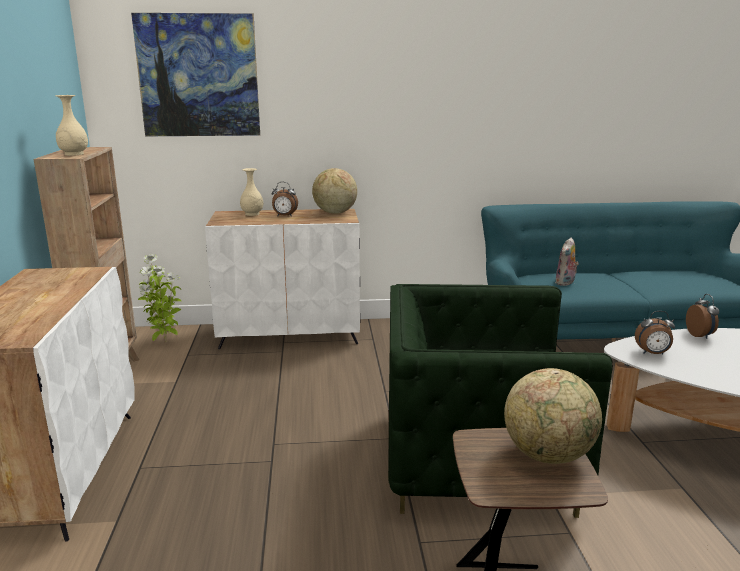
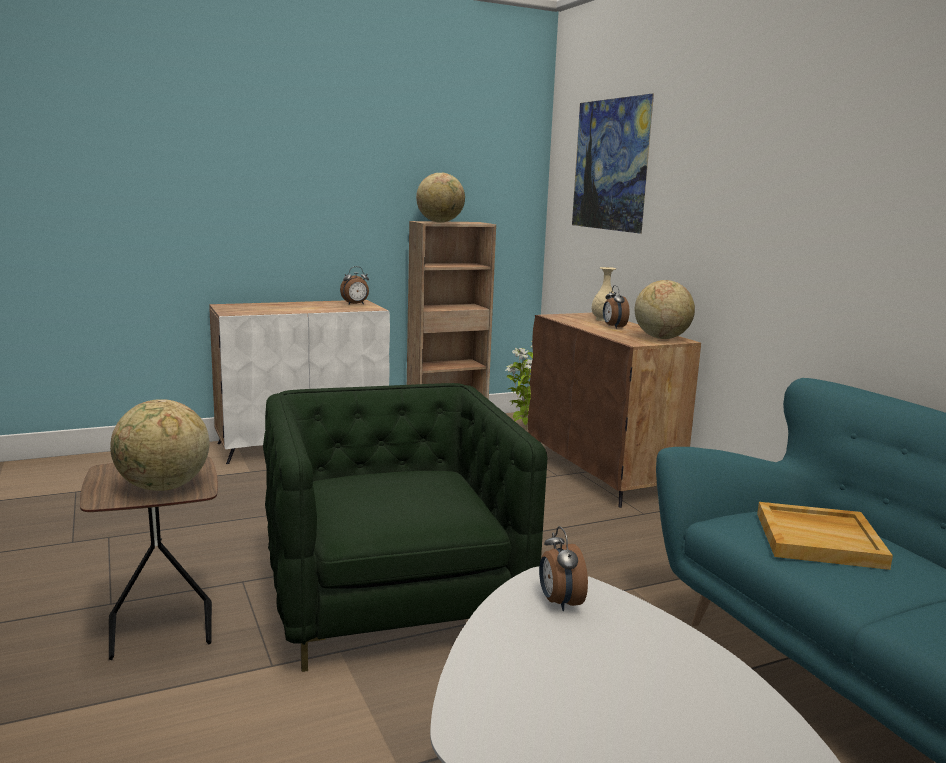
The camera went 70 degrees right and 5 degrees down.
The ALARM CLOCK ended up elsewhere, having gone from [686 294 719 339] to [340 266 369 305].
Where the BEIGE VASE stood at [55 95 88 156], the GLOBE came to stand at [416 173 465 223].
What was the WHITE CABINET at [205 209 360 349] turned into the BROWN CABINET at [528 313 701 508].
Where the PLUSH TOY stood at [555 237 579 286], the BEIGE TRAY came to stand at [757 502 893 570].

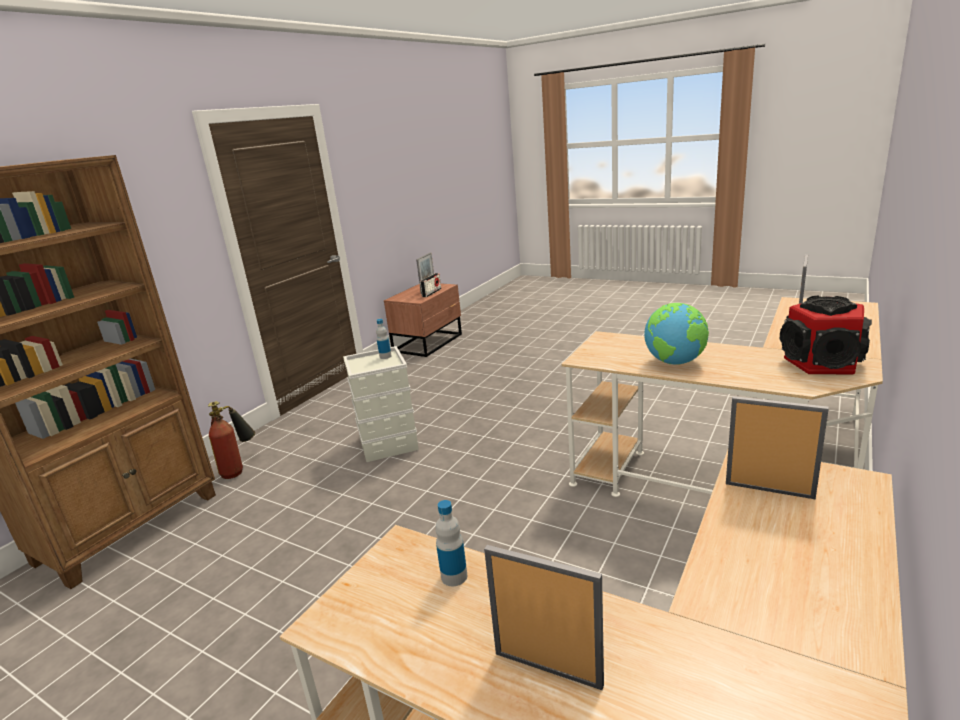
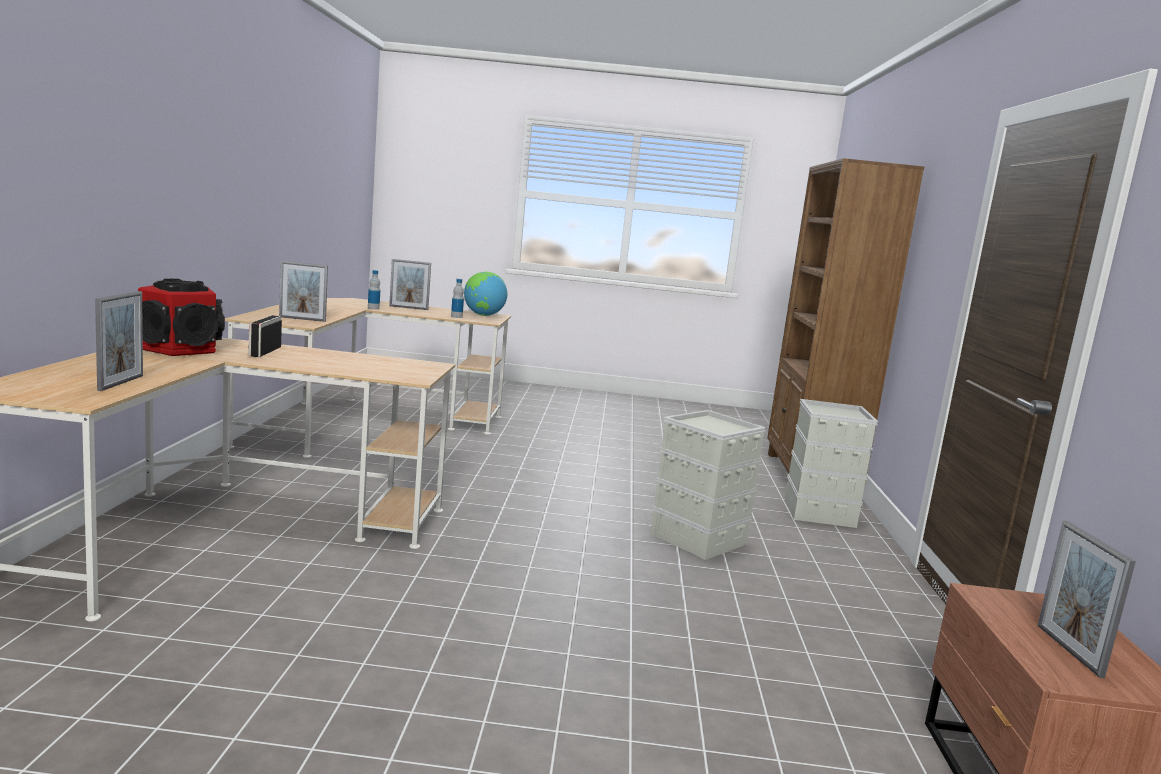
The camera went 150 degrees right and 10 degrees down.
The RADIO ended up elsewhere, having gone from [420 273 441 297] to [248 315 282 357].
The BOTTLE ended up elsewhere, having gone from [376 319 391 359] to [368 270 380 310].
The GLOBE ended up elsewhere, having gone from [644 303 709 365] to [464 272 507 316].
Where the FIRE EXTINGUISHER stood at [208 401 255 479], the GREY STORAGE BOX came to stand at [785 399 878 528].

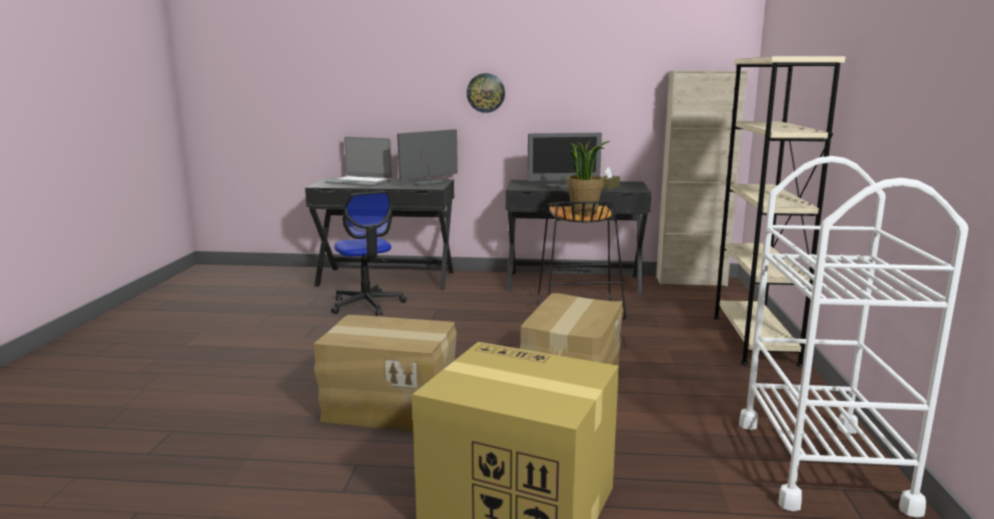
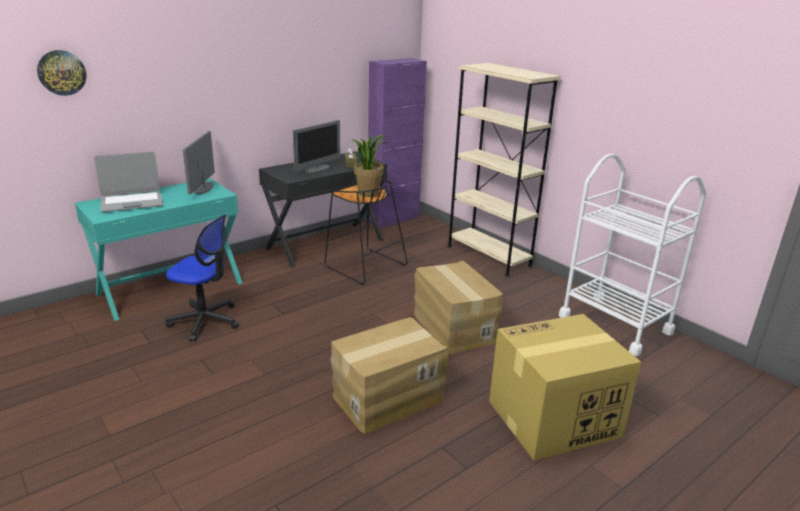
The camera went 45 degrees left and 10 degrees up.
The WALL CLOCK ended up elsewhere, having gone from [467 73 505 113] to [37 50 87 96].
What was the BLACK DESK at [305 178 454 290] turned into the TURQUOISE DESK at [75 178 242 321].
What was the BEIGE CABINET at [656 71 748 287] turned into the PURPLE CABINET at [368 58 427 228].

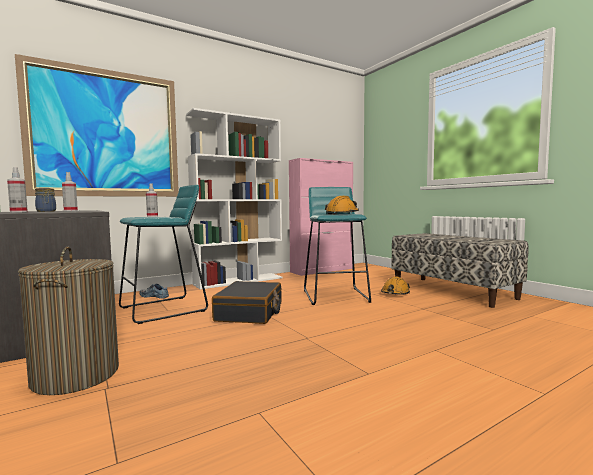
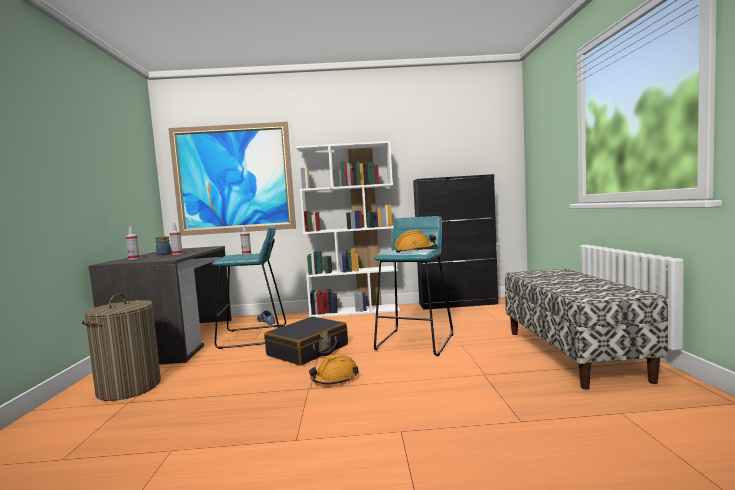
The camera went 30 degrees right and 0 degrees up.
The ORANGE HARD HAT ended up elsewhere, having gone from [381 276 410 295] to [309 354 359 384].
What was the PINK CABINET at [289 158 353 276] turned into the BLACK CABINET at [413 174 498 310].

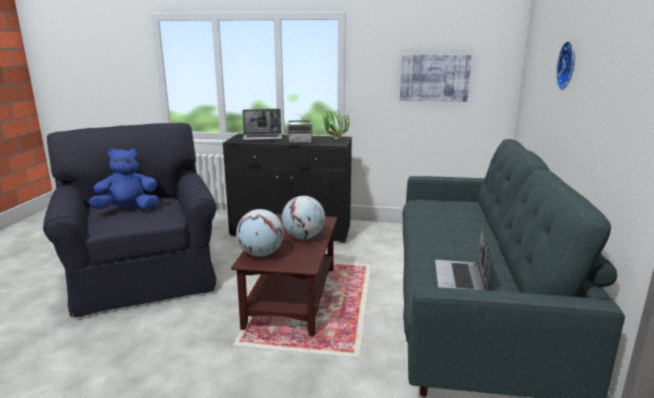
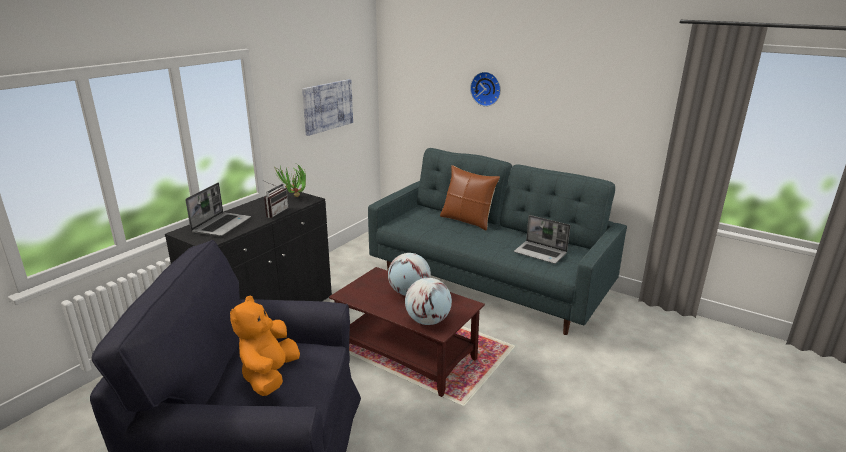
The camera went 65 degrees left and 5 degrees up.
What was the BLUE PLUSH TOY at [89 148 159 209] turned into the ORANGE PLUSH TOY at [230 295 300 396].
The second view gained the BROWN PILLOW at [440 165 500 231].

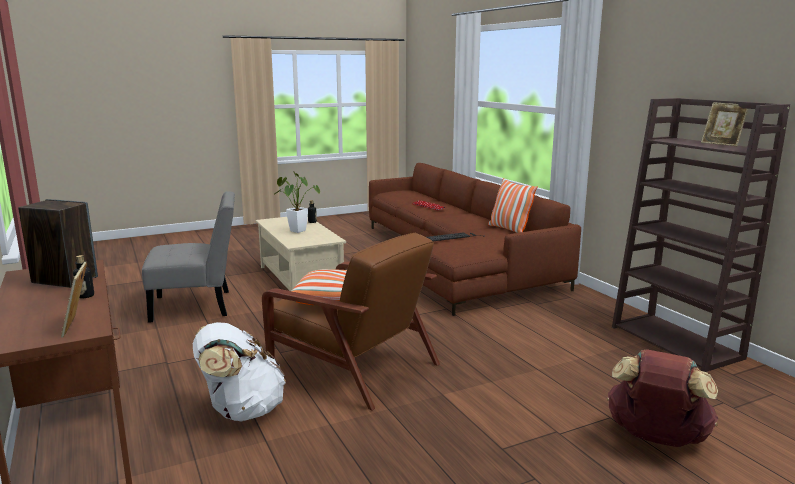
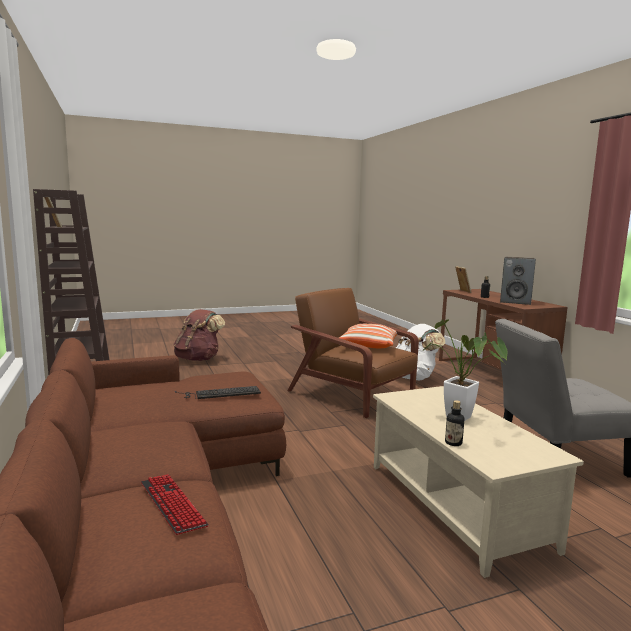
The camera went 175 degrees left and 5 degrees down.
The second view lost the PILLOW at [488 178 538 233].

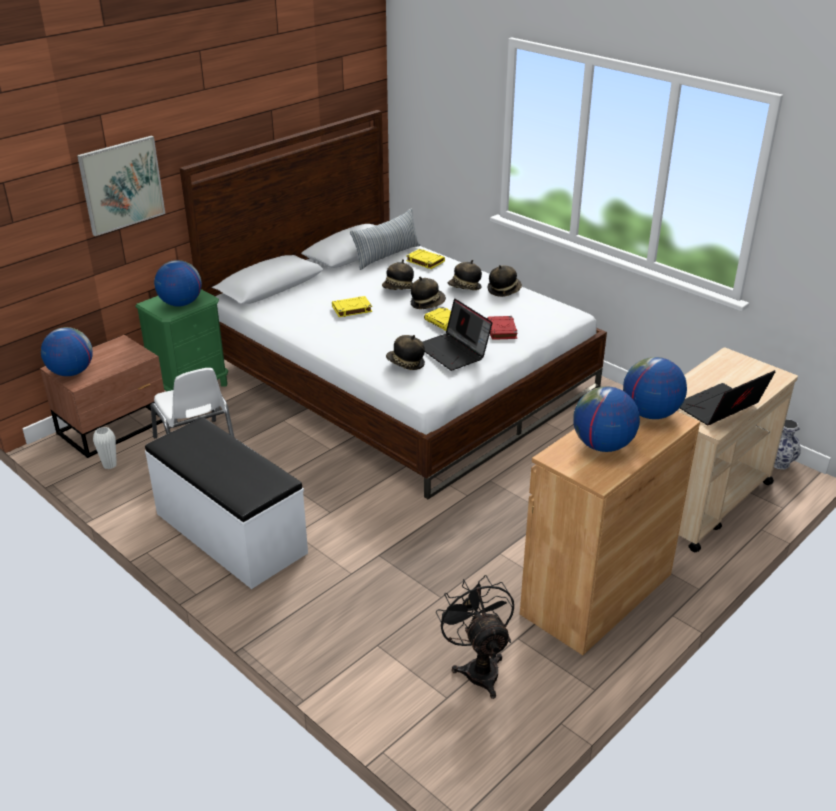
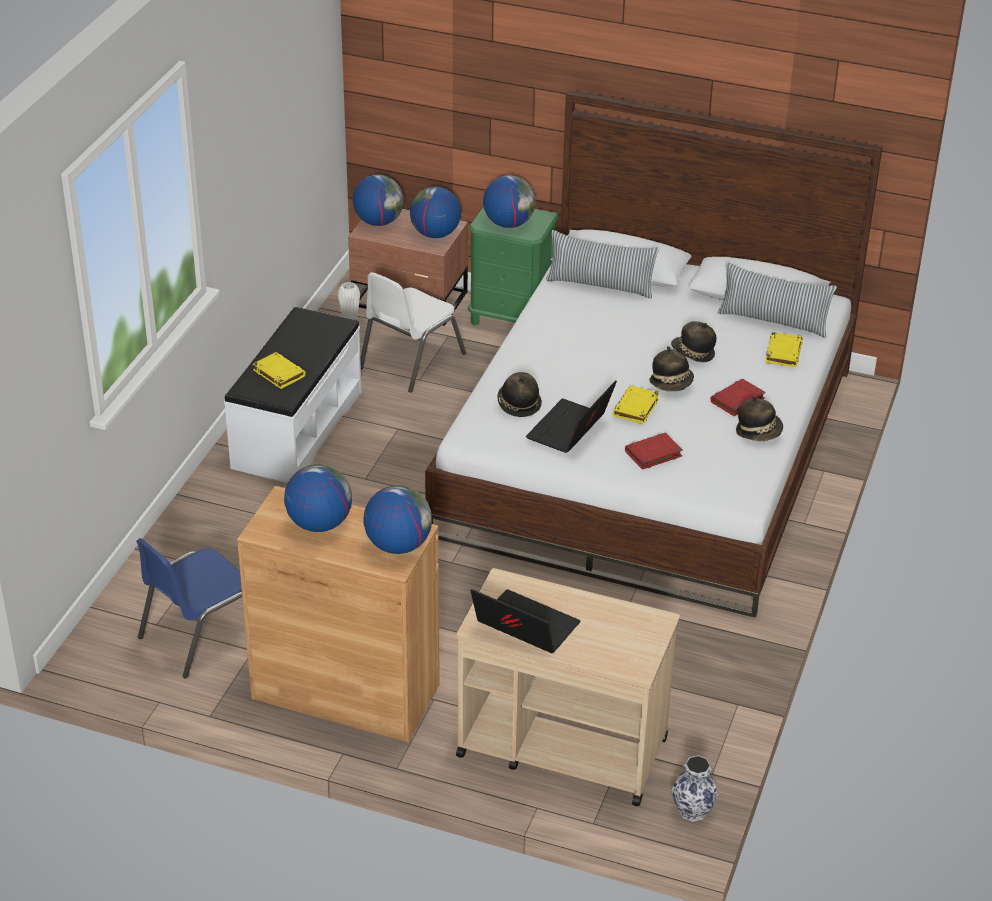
The camera went 65 degrees right and 5 degrees up.
Where the BLACK FAN stood at [436 575 514 699], the BLUE CHAIR came to stand at [136 538 242 678].
The YELLOW BOOK ended up elsewhere, having gone from [332 296 372 317] to [253 352 306 389].
The second view gained the GLOBE at [410 187 461 238].
The second view gained the PILLOW at [546 230 659 299].
Where the HAT stood at [448 260 482 290], the RED BOOK came to stand at [710 378 765 416].
The second view lost the PICTURE at [77 136 165 236].

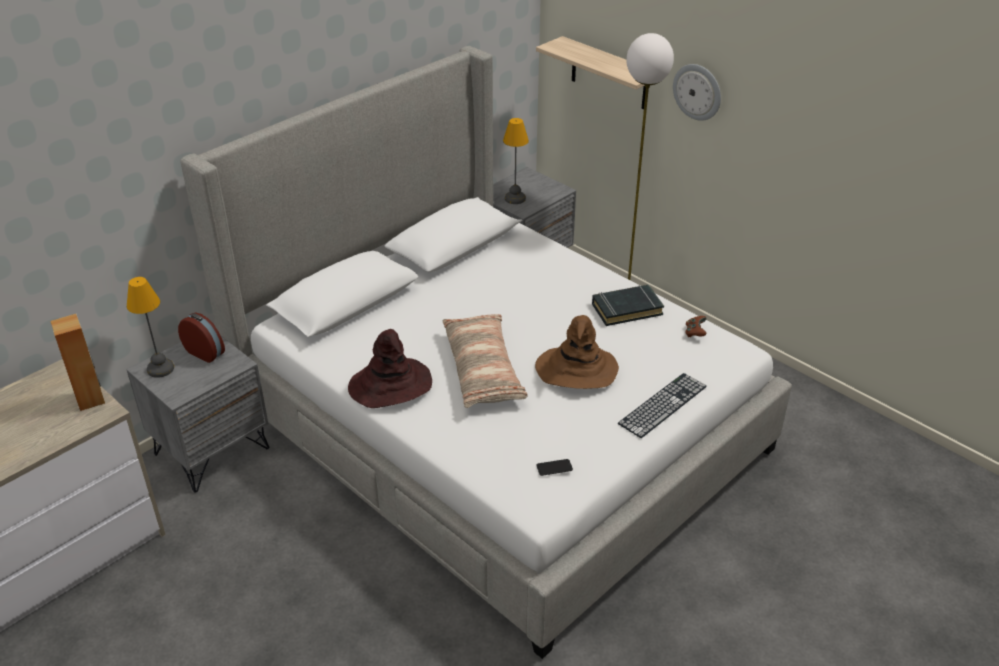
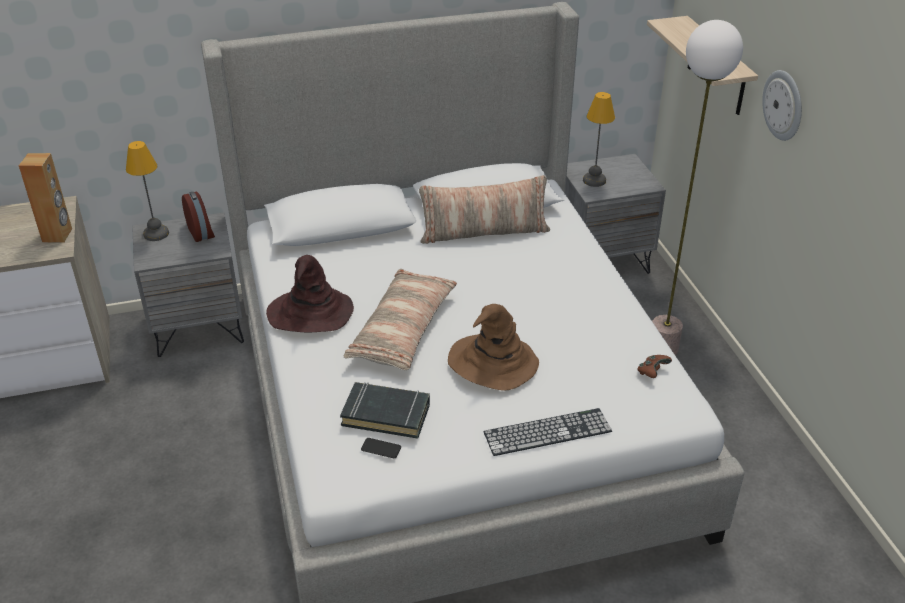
The camera went 30 degrees right and 0 degrees up.
The BLACK BOOK ended up elsewhere, having gone from [592 285 664 326] to [340 382 430 439].
The second view gained the PILLOW at [419 175 550 244].

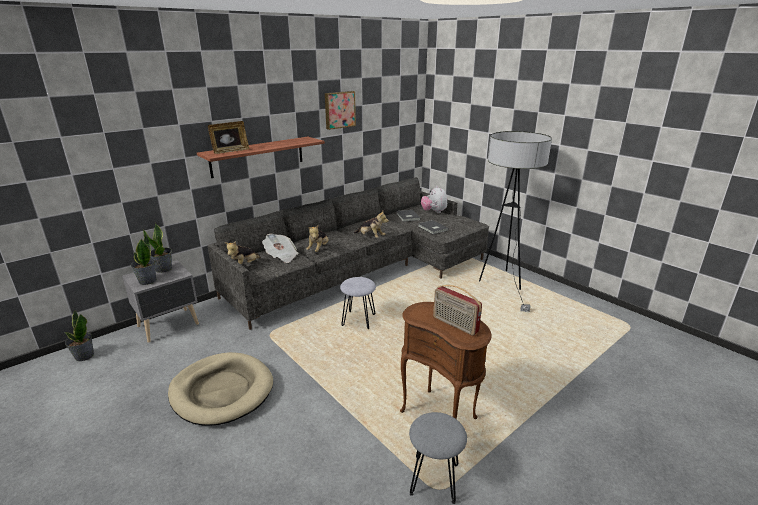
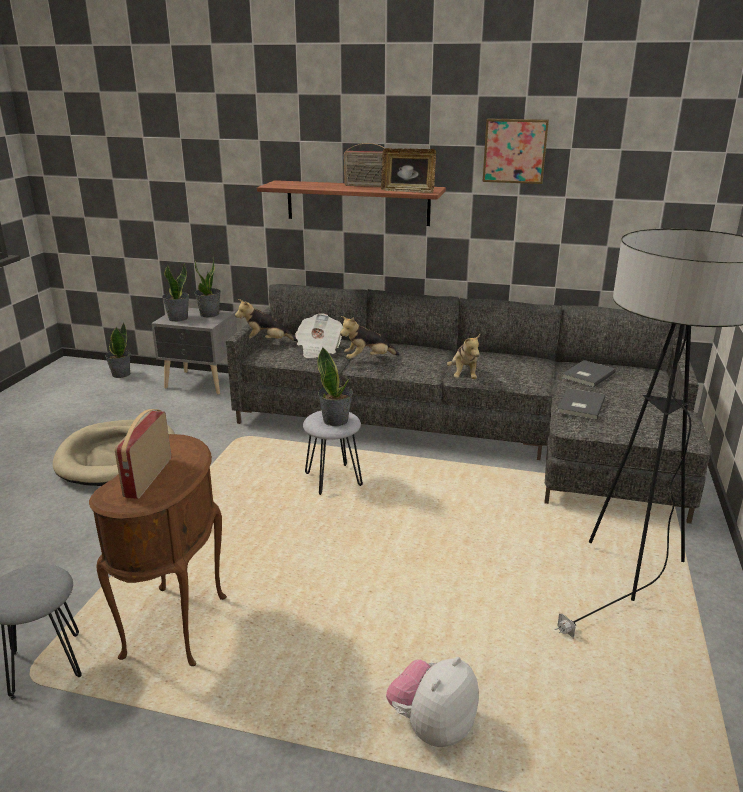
The camera went 55 degrees right and 0 degrees up.
The second view gained the POTTED PLANT at [317 347 353 426].
The second view gained the RADIO at [344 143 385 187].
The PICTURE FRAME ended up elsewhere, having gone from [208 121 249 154] to [381 148 436 193].
The PLUSH TOY ended up elsewhere, having gone from [421 186 447 213] to [386 657 479 747].

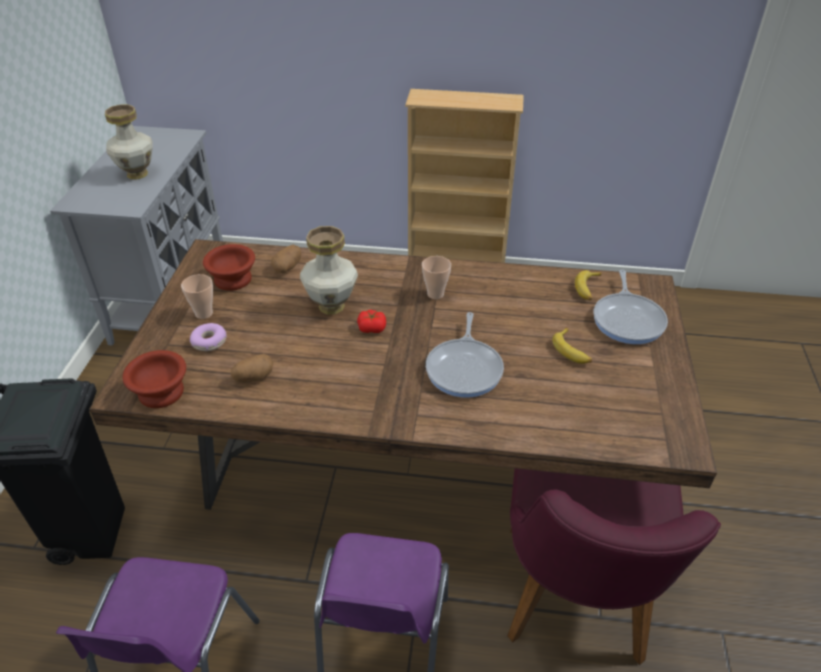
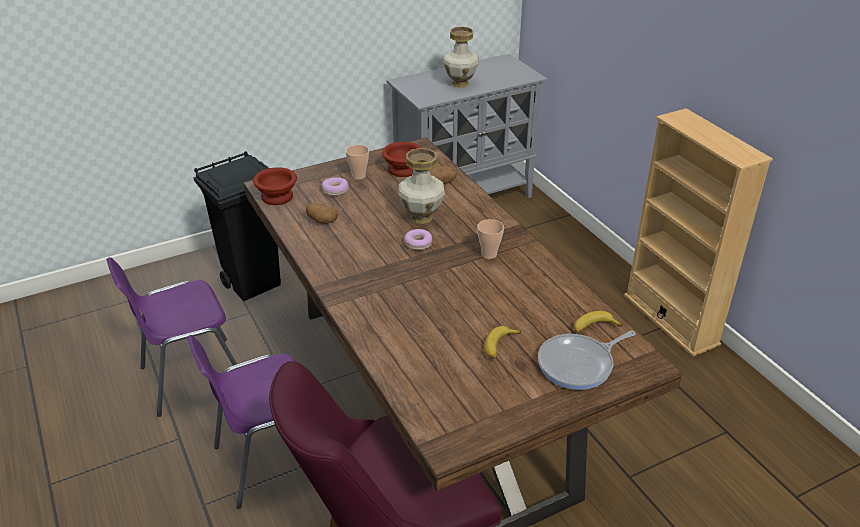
The camera went 55 degrees right and 5 degrees down.
Where the TOMATO stood at [357 310 386 333], the DONUT came to stand at [404 229 432 250].
The second view lost the FRYING PAN at [426 312 504 398].

